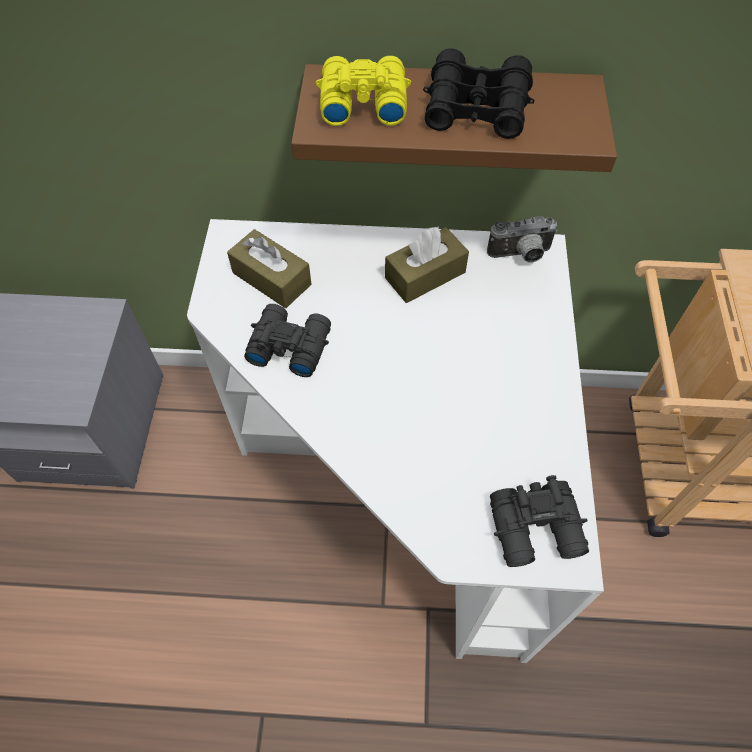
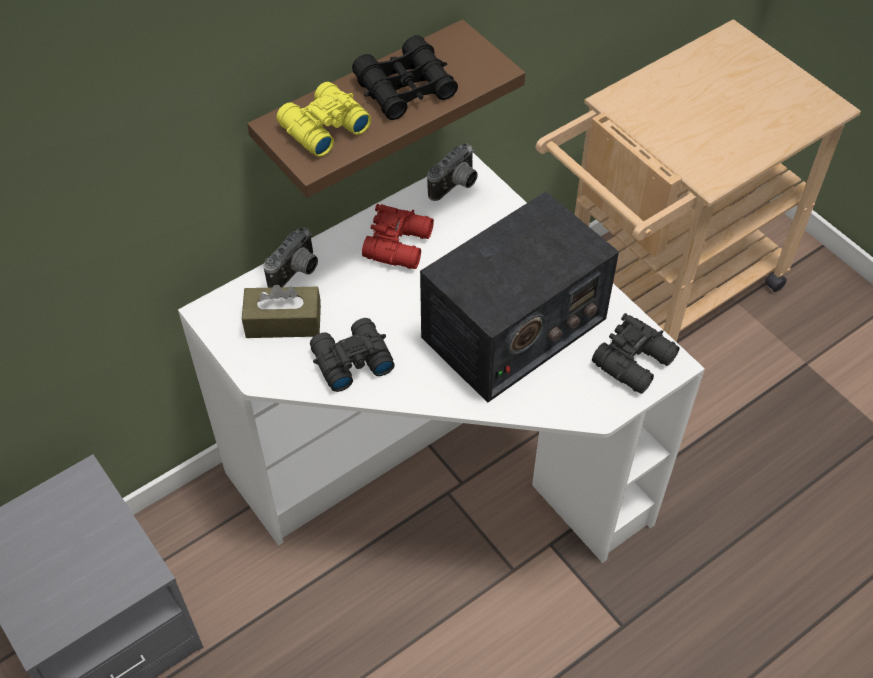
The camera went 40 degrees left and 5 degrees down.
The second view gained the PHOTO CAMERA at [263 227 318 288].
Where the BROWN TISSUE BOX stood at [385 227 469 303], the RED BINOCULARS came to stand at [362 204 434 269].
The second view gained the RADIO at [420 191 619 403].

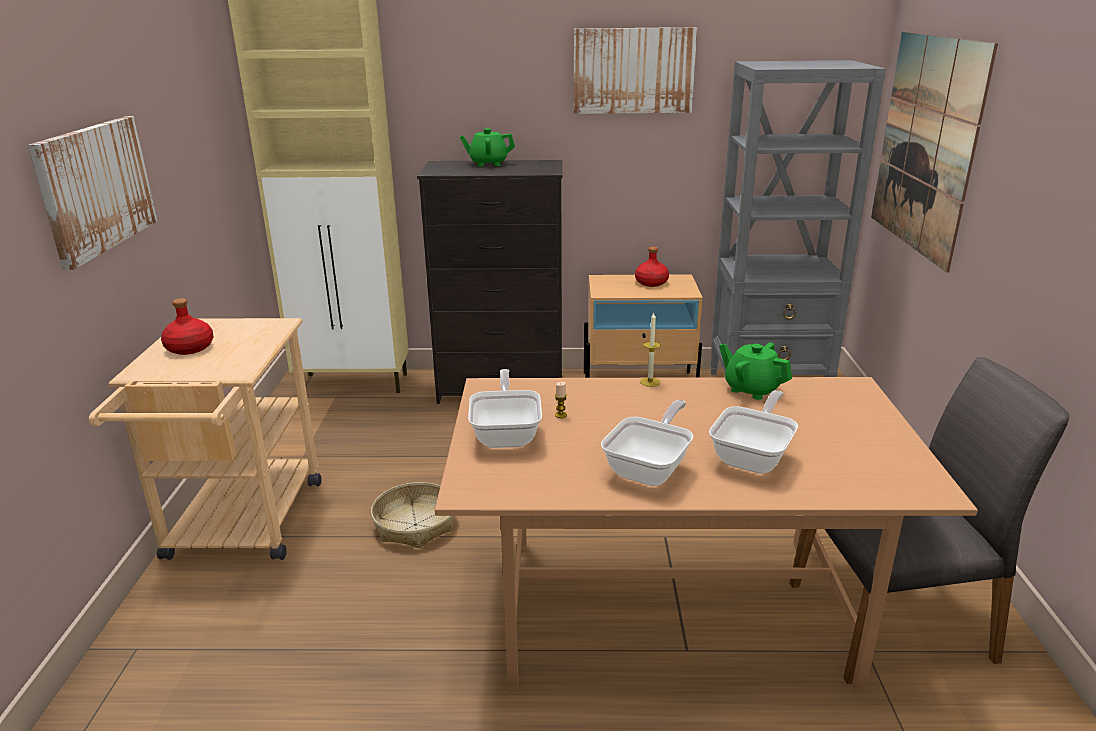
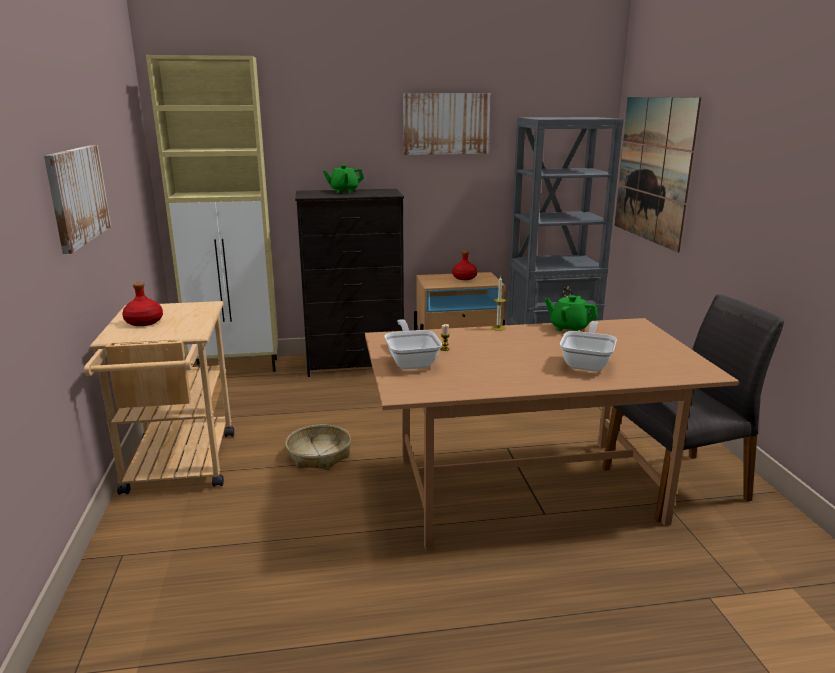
The camera went 10 degrees left and 5 degrees down.
The second view lost the FRYING PAN at [601 400 694 486].

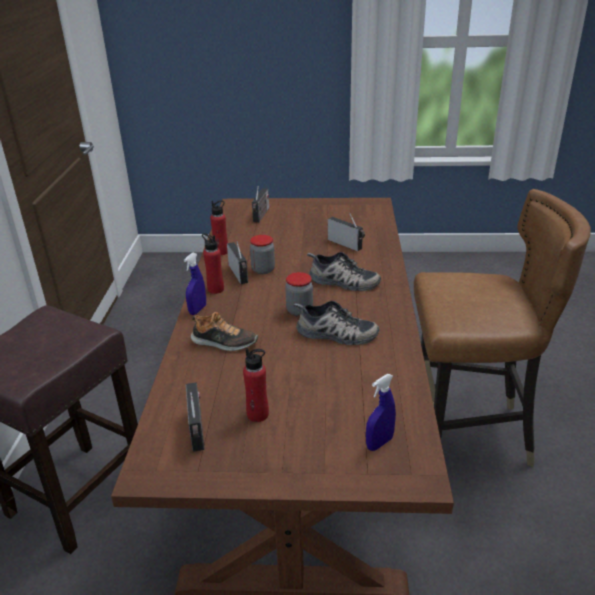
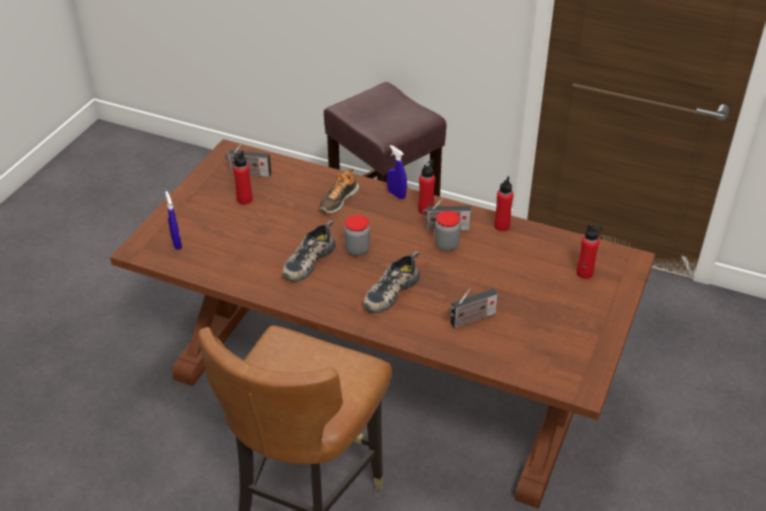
The camera went 110 degrees right and 10 degrees up.
Where the RADIO stood at [252 186 269 222], the RED BOTTLE came to stand at [576 224 603 279].

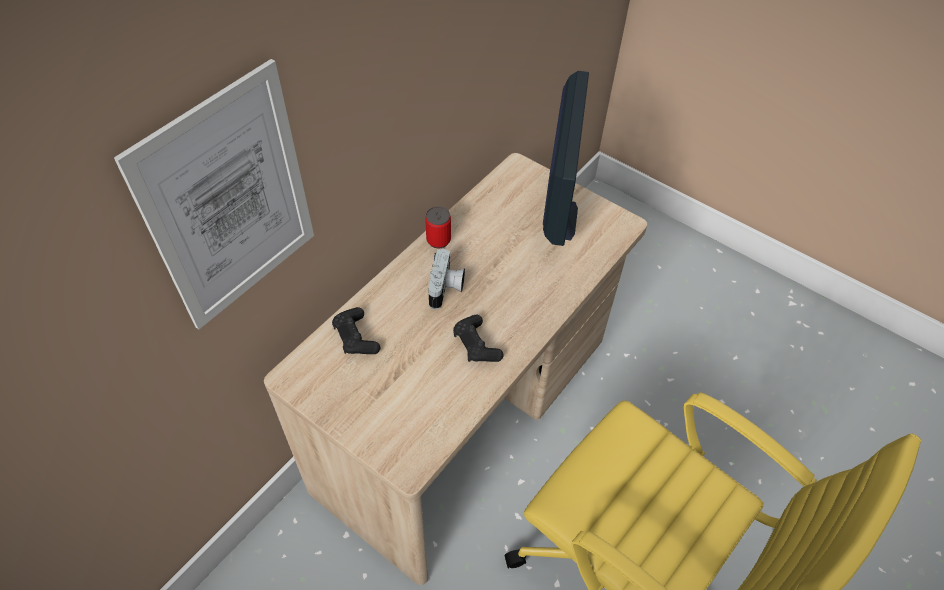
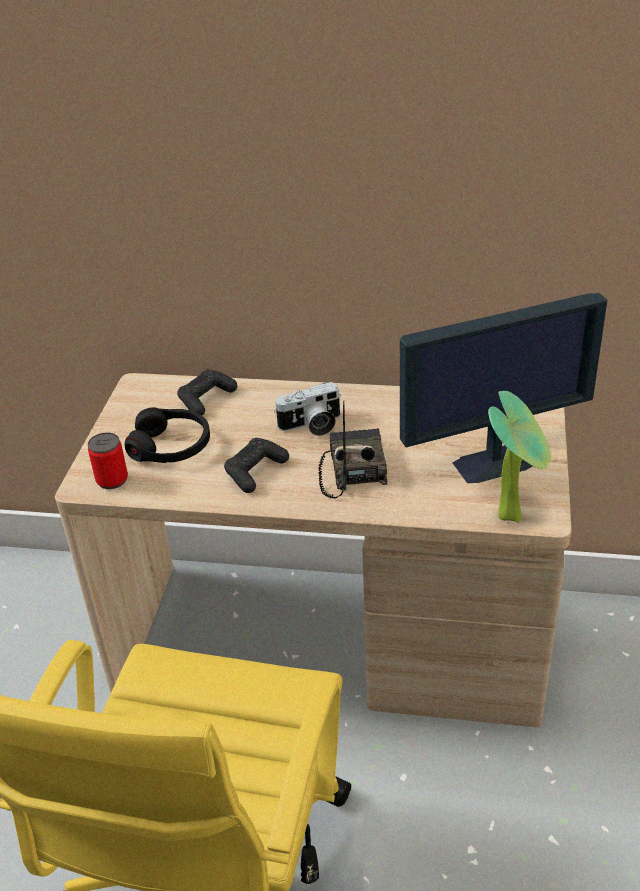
The camera went 65 degrees right and 15 degrees down.
The CAN ended up elsewhere, having gone from [425 206 451 249] to [88 432 128 489].
The second view gained the BLACK HEADPHONES at [125 407 210 463].
The second view gained the RADIO at [319 401 387 498].
The second view gained the POTTED PLANT at [488 391 551 523].
The second view lost the PICTURE at [114 59 314 330].

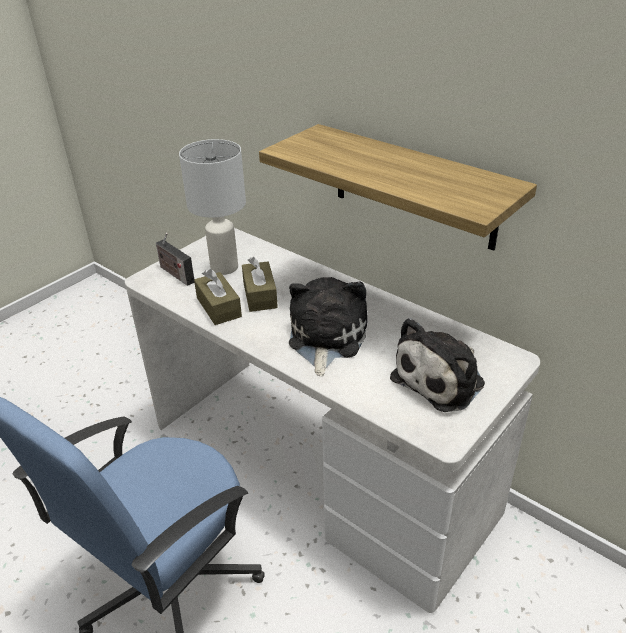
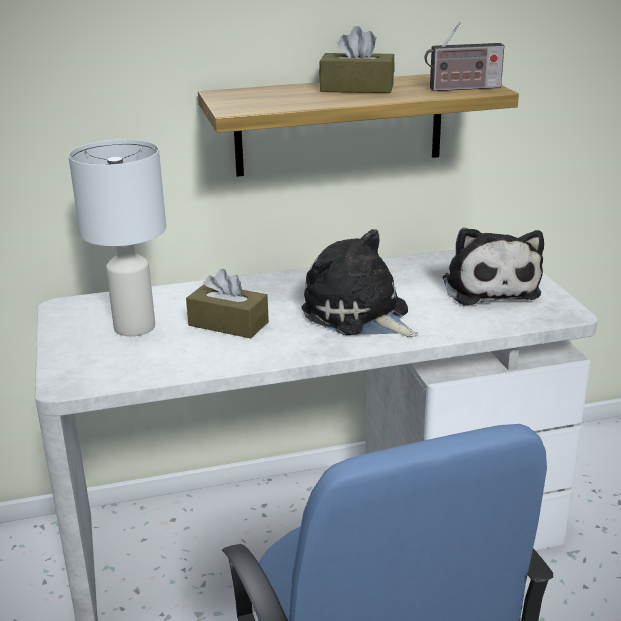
The camera went 55 degrees left and 10 degrees down.
The BROWN TISSUE BOX ended up elsewhere, having gone from [194 269 242 325] to [319 26 395 93].
The RADIO ended up elsewhere, having gone from [156 233 194 286] to [425 22 504 91].

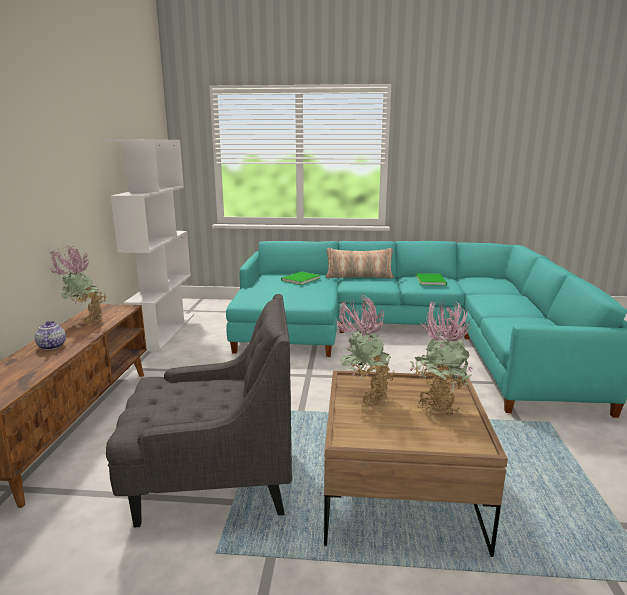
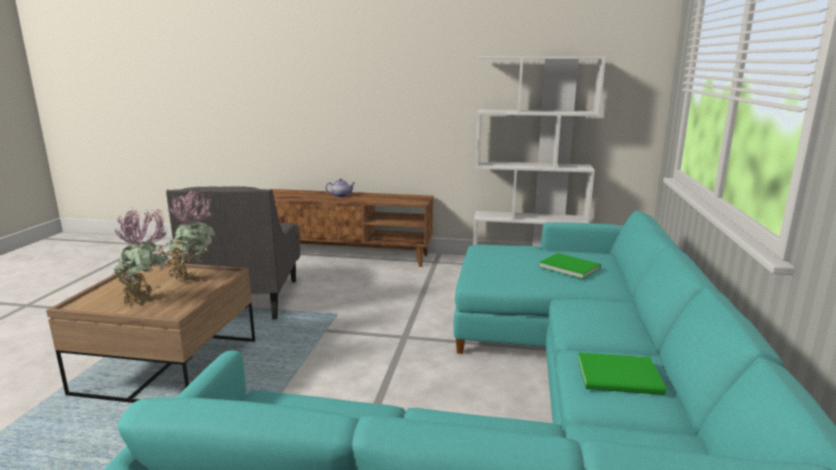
The camera went 95 degrees right and 0 degrees up.
The second view lost the POTTED PLANT at [49 246 106 325].
The second view lost the PILLOW at [325 248 394 278].

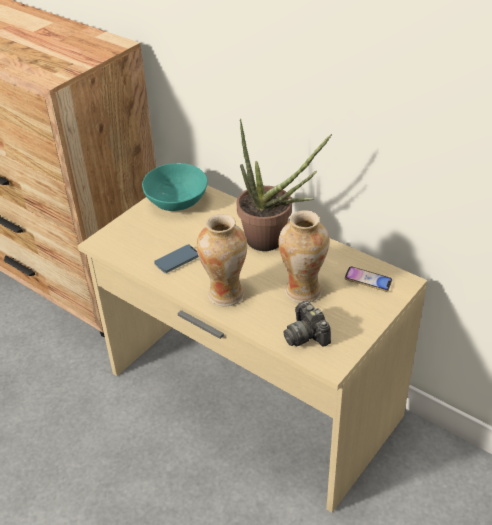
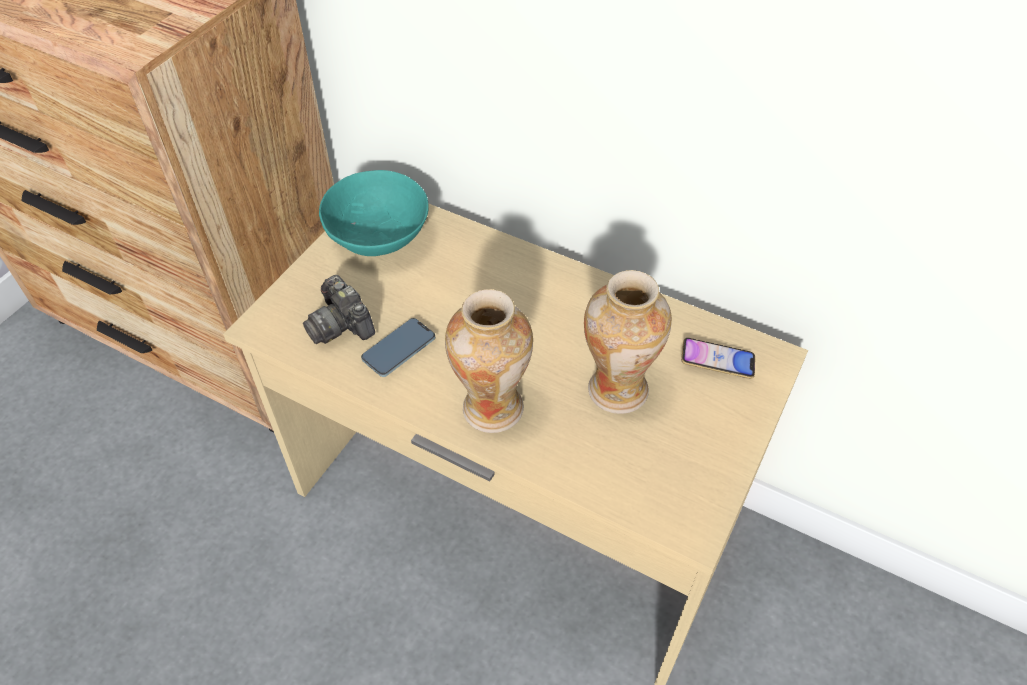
The camera went 10 degrees left and 10 degrees up.
The PHOTO CAMERA ended up elsewhere, having gone from [283 301 331 347] to [303 275 375 344].
The second view lost the POTTED PLANT at [237 119 332 251].

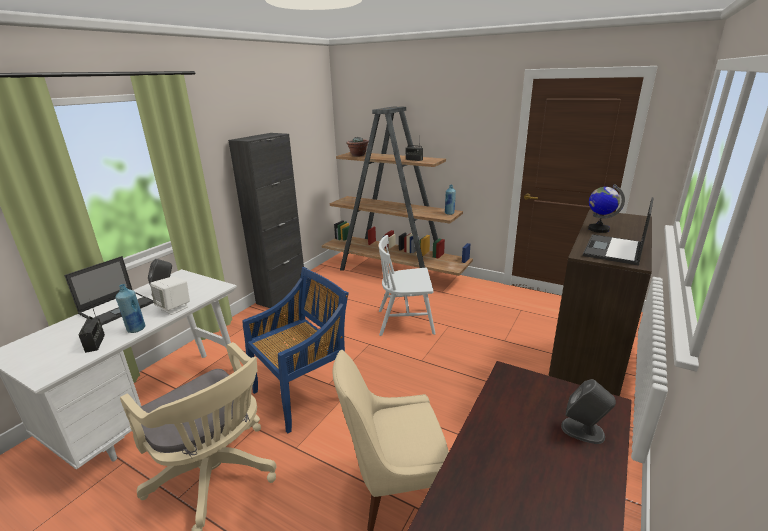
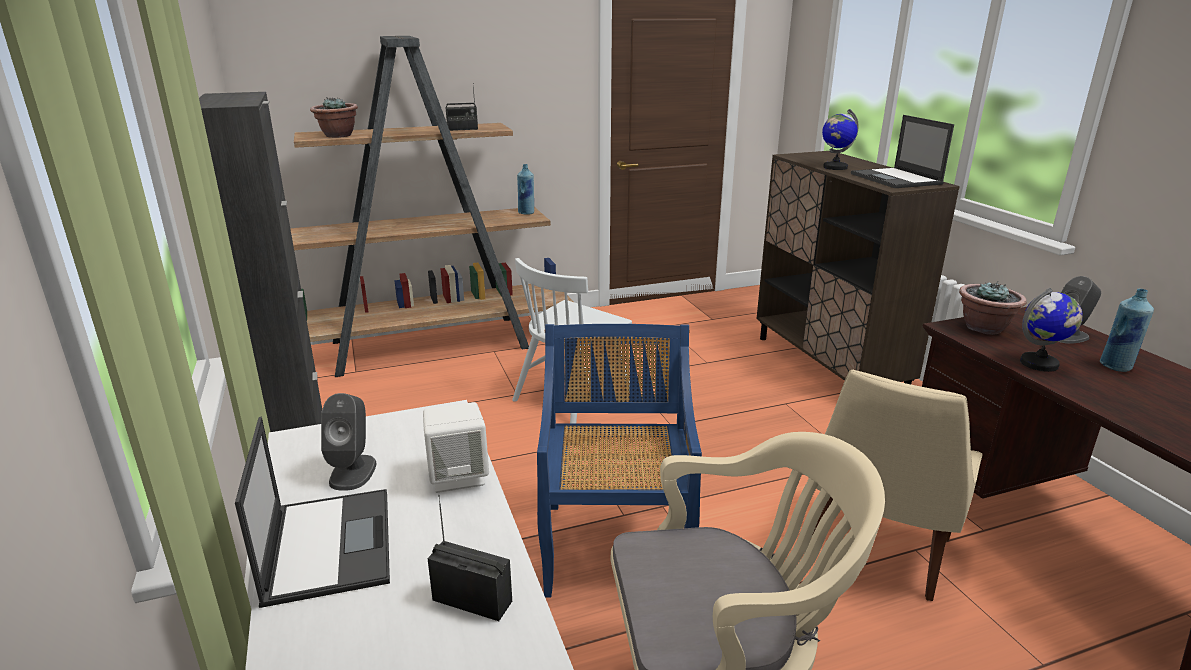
The camera went 50 degrees left and 0 degrees up.
The second view gained the POTTED PLANT at [959 281 1027 335].
The second view gained the GLOBE at [1020 288 1083 372].
The BLUE BOTTLE ended up elsewhere, having gone from [115 284 145 333] to [1100 288 1154 372].

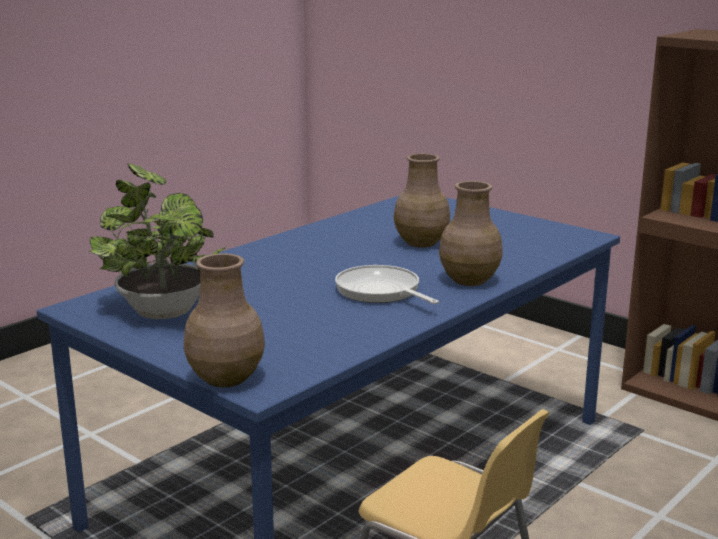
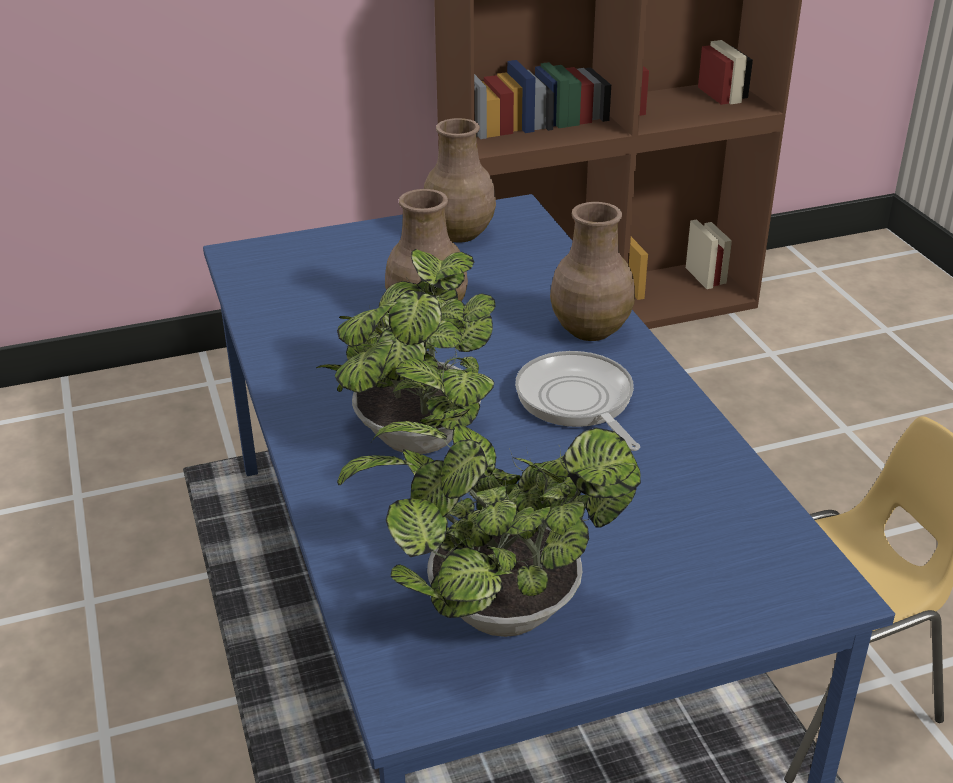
The camera went 60 degrees left and 15 degrees up.
The second view gained the POTTED PLANT at [316 249 496 454].
The BROWN VASE ended up elsewhere, having gone from [184 253 265 387] to [424 118 496 243].
The FRYING PAN at [335 265 439 304] ended up facing another way, 75 degrees clockwise from before.

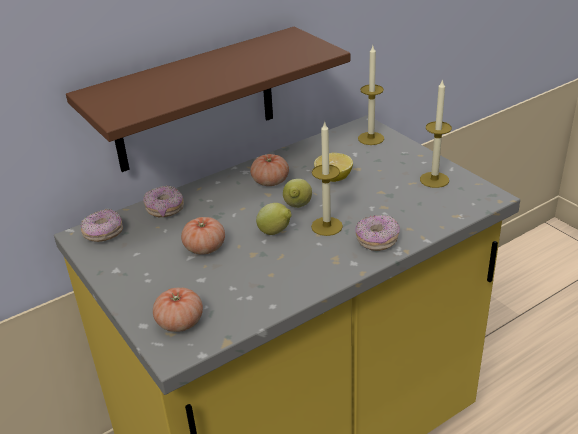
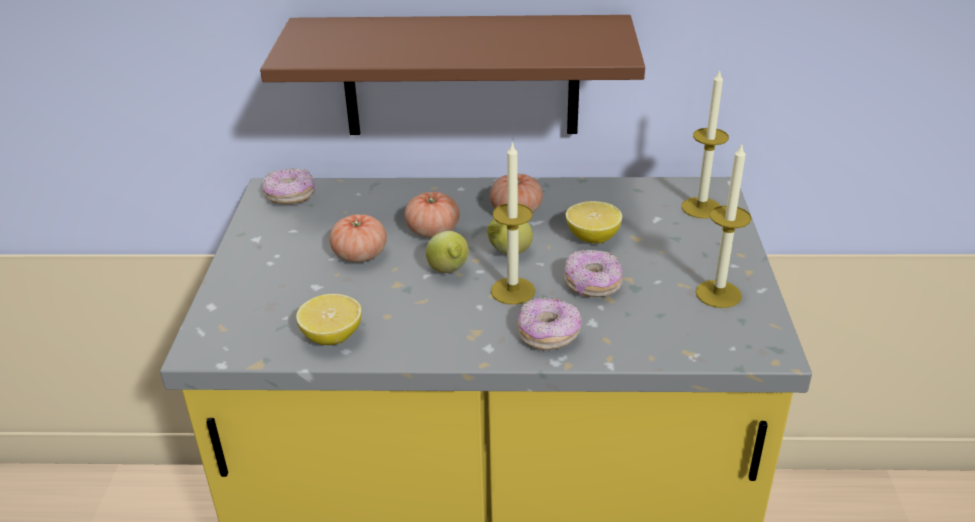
The camera went 35 degrees right and 0 degrees up.
The second view gained the LEMON at [296 294 362 345].
The TOMATO ended up elsewhere, having gone from [153 287 203 332] to [404 192 460 238].
The DONUT ended up elsewhere, having gone from [143 186 184 217] to [564 250 622 297].

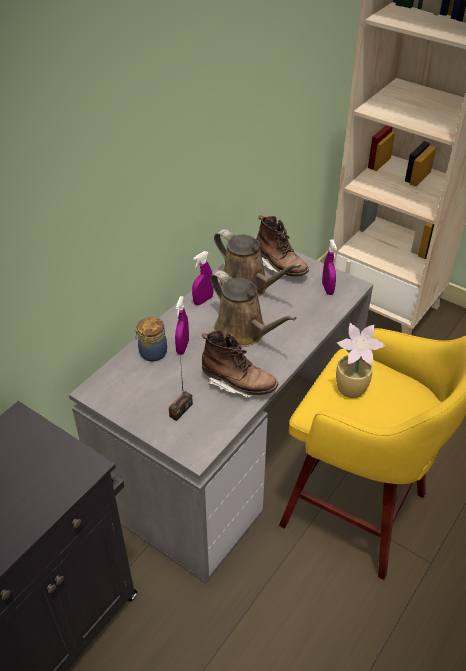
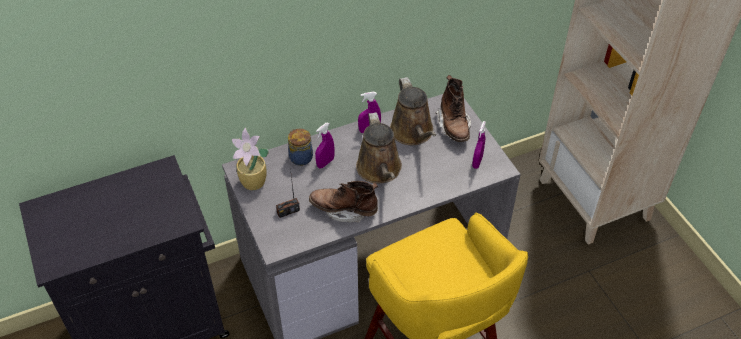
The camera went 30 degrees right and 5 degrees up.
The POTTED PLANT ended up elsewhere, having gone from [336 323 385 398] to [232 128 269 190].
The BROWN BOOT at [202 330 278 398] ended up facing another way, 135 degrees clockwise from before.

